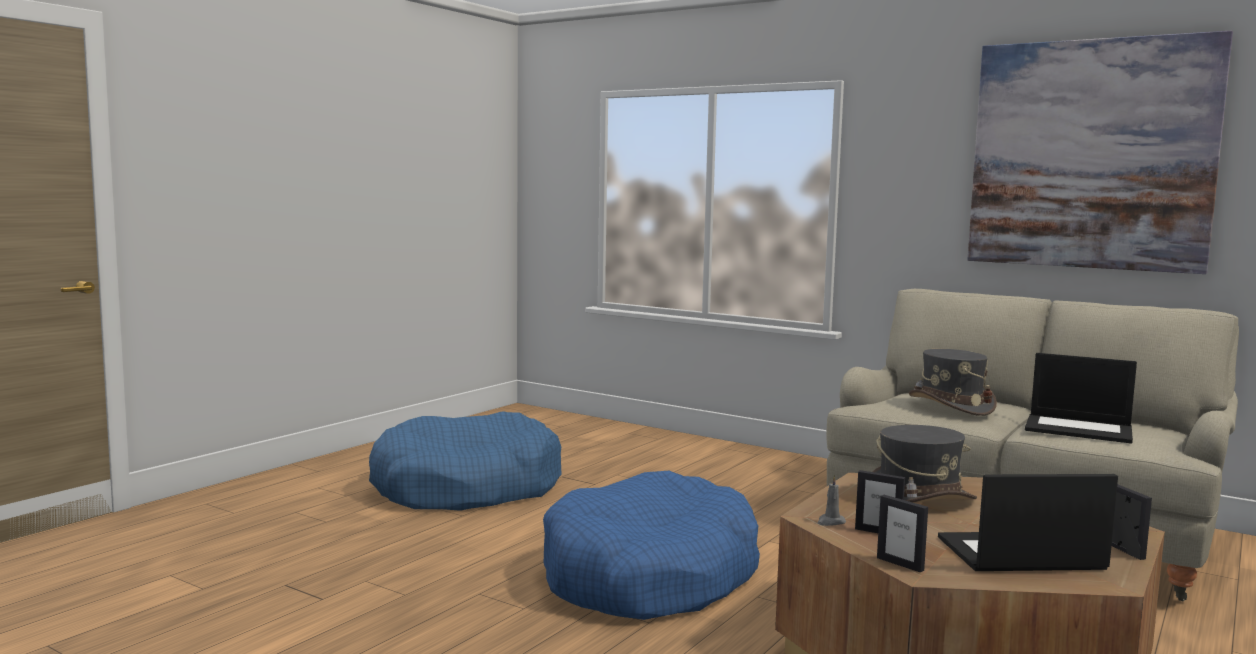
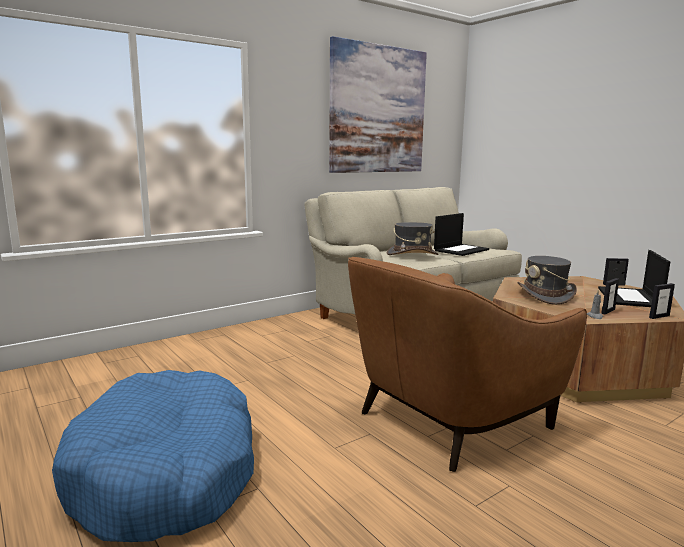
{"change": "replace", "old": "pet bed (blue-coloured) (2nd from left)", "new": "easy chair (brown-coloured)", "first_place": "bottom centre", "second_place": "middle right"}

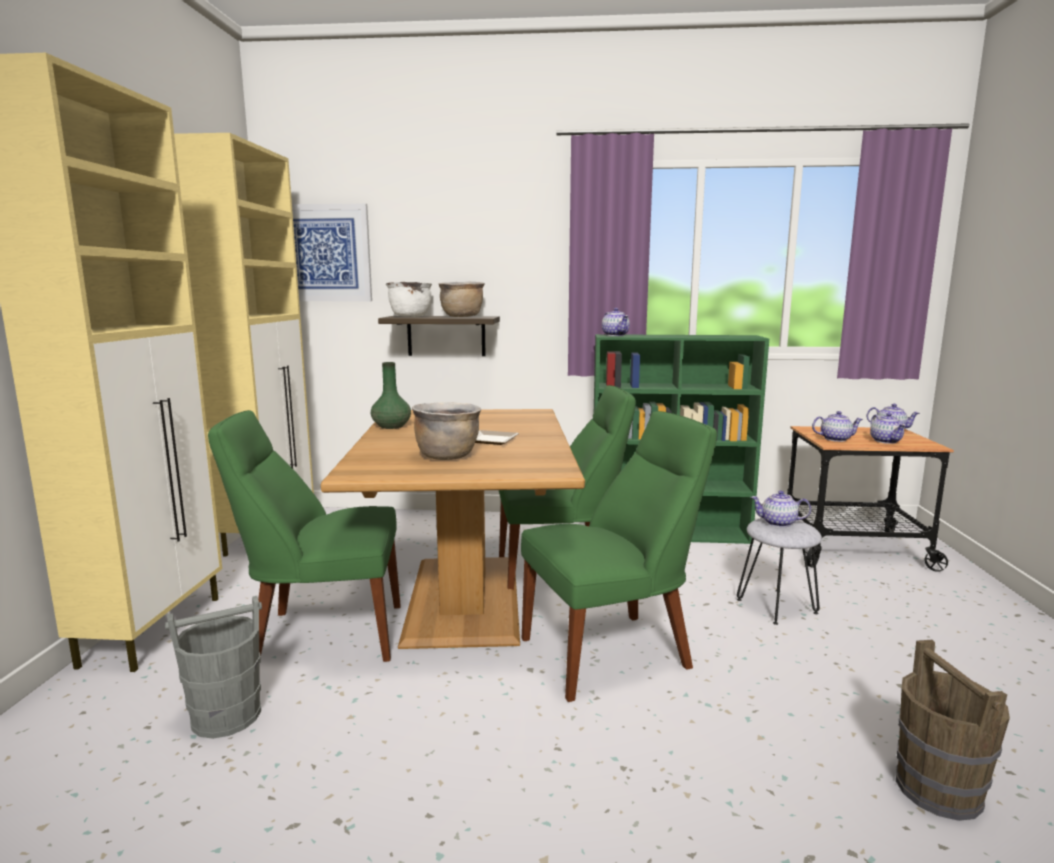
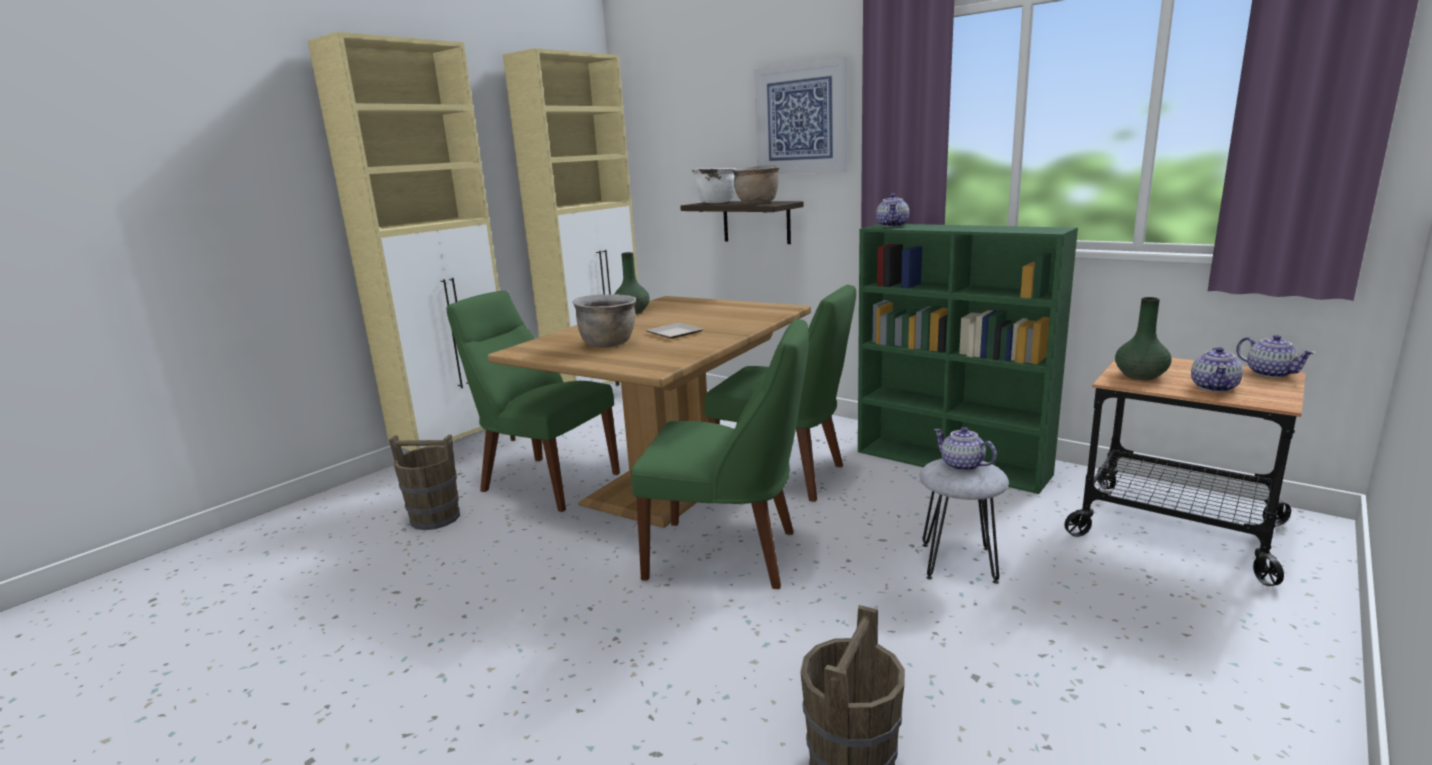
{"change": "move", "old": "picture", "first_place": "top left", "second_place": "top centre"}
{"change": "replace", "old": "tea pot (3rd from left)", "new": "vase (green) (2nd from left)", "first_place": "middle right", "second_place": "middle right"}
{"change": "recolor", "old": "water bucket (gray)", "new": "water bucket (brown-coloured) (1st from left)", "first_place": "bottom left", "second_place": "middle left"}

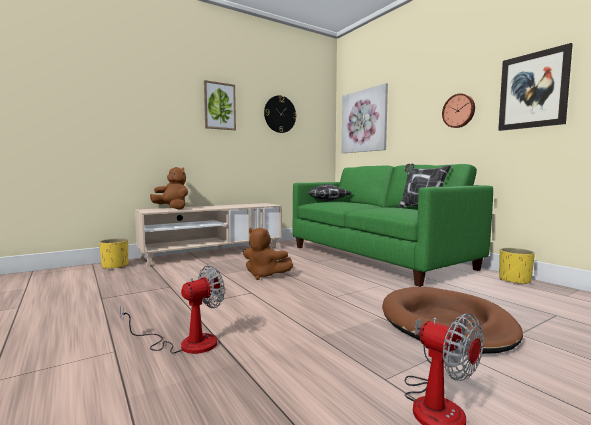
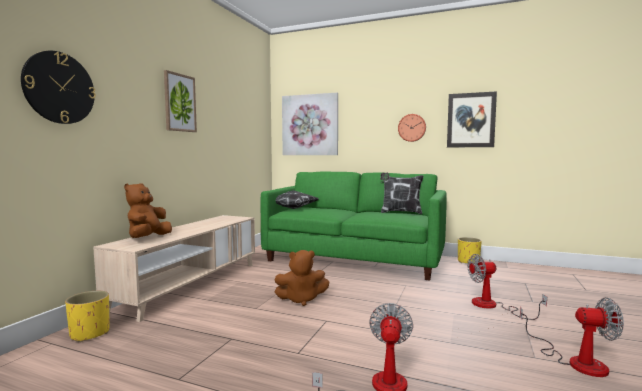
{"change": "move", "old": "clock on the wall (1st from left)", "first_place": "top centre", "second_place": "top left"}
{"change": "rotate", "old": "plush toy (brown-coloured) (1st from left)", "first_place": "middle left", "second_place": "middle left", "degrees": -75}
{"change": "replace", "old": "pet bed (brown-coloured)", "new": "cooling fan (2nd from left)", "first_place": "bottom right", "second_place": "bottom right"}

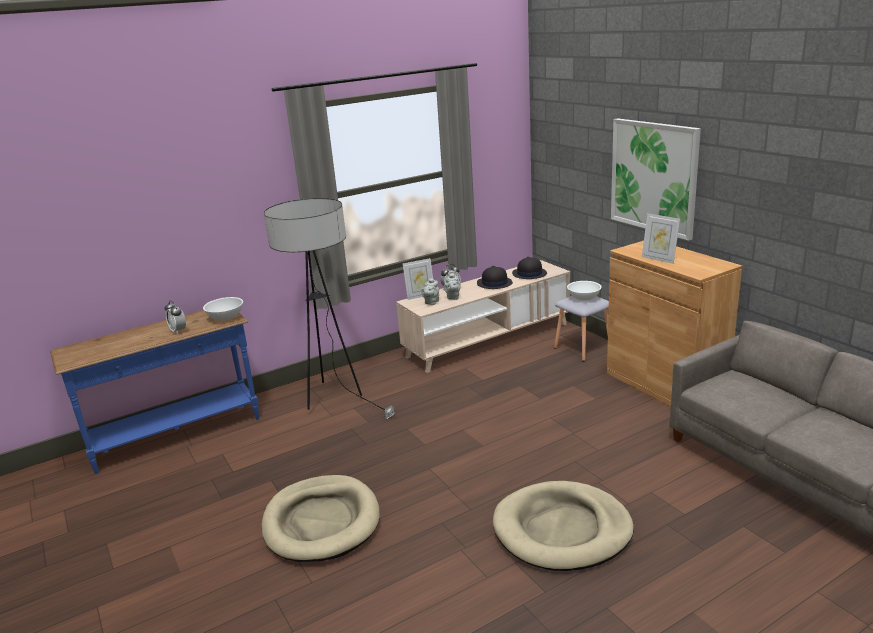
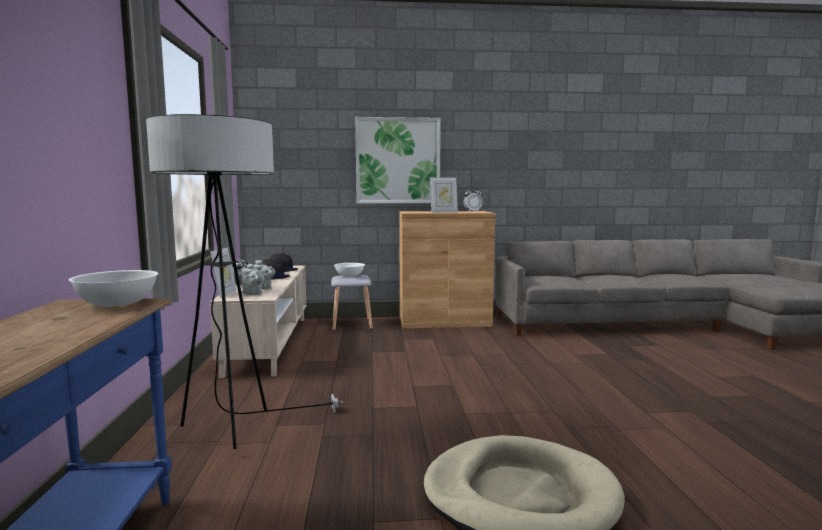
{"change": "move", "old": "alarm clock (1st from left in the first image)", "new": "alarm clock (2nd from left)", "first_place": "middle left", "second_place": "centre"}
{"change": "delete", "old": "pet bed (beige) (2nd from left)", "first_place": "bottom centre"}

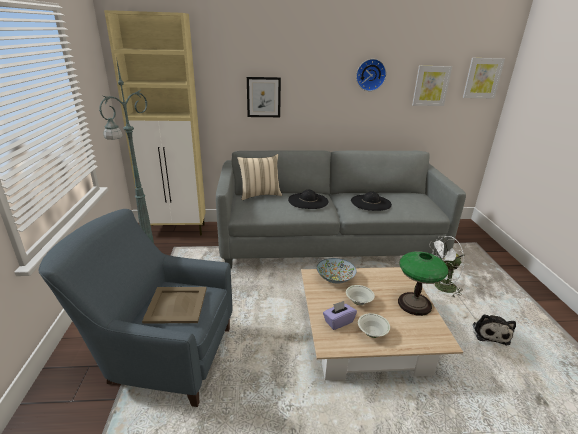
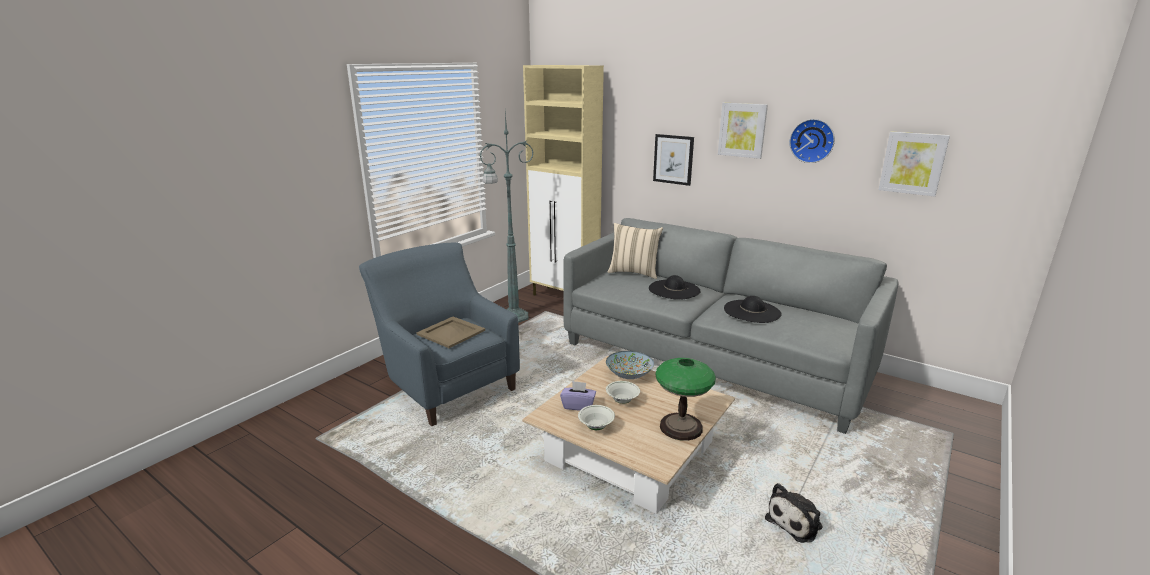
{"change": "move", "old": "picture (3rd from left in the first image)", "new": "picture (2nd from left)", "first_place": "top right", "second_place": "top centre"}
{"change": "delete", "old": "cooling fan (white-coloured)", "first_place": "middle right"}

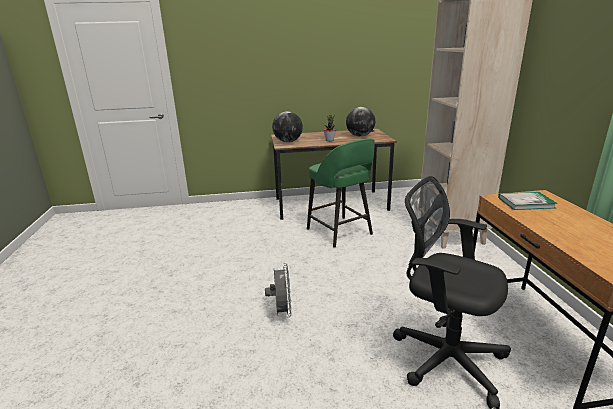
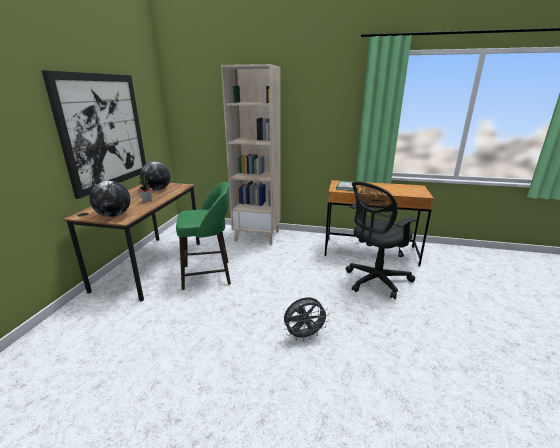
{"change": "rotate", "old": "cooling fan (gray)", "first_place": "bottom centre", "second_place": "bottom centre", "degrees": 150}
{"change": "insert", "new": "picture", "second_place": "top left"}

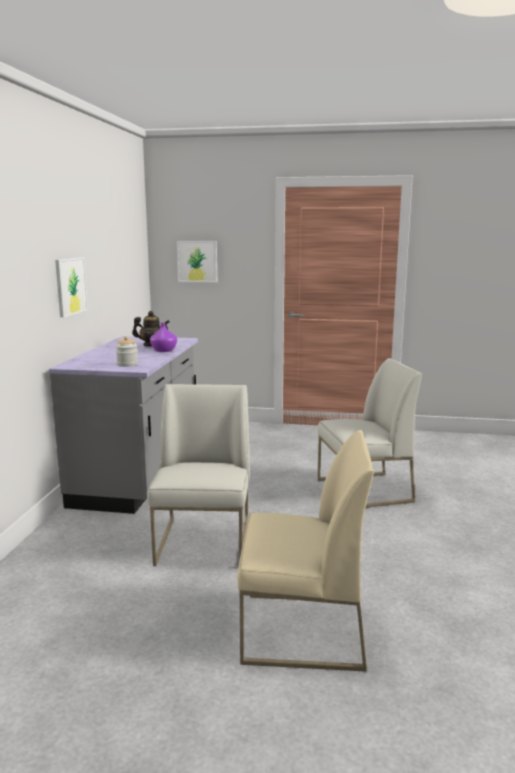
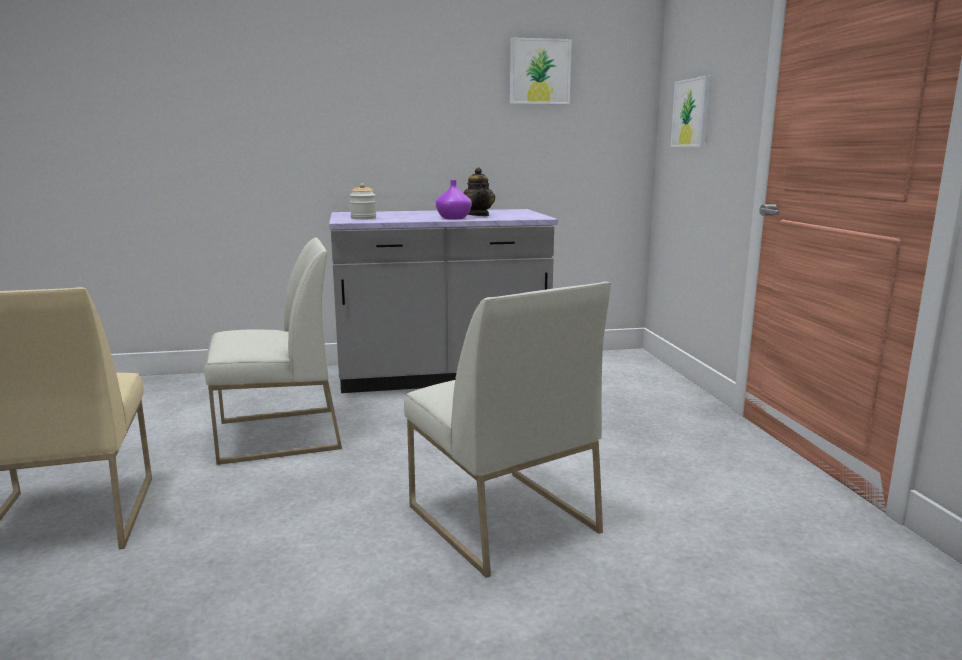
{"change": "move", "old": "picture (1st from left)", "first_place": "middle left", "second_place": "top centre"}

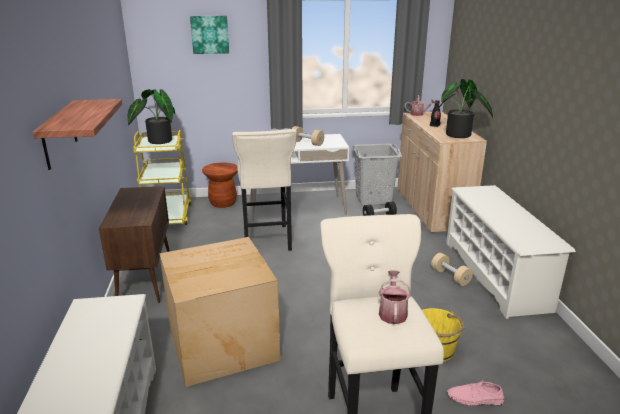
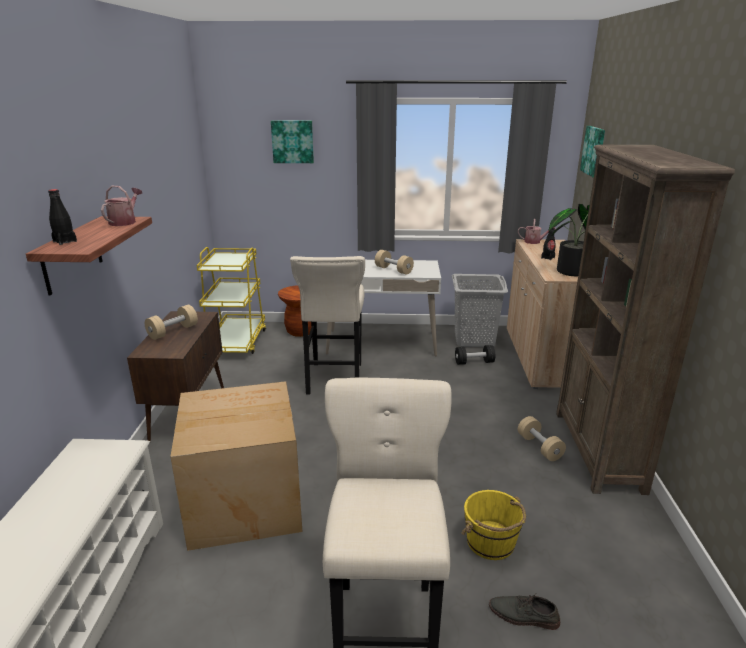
{"change": "delete", "old": "houseplant (1st from left)", "first_place": "top left"}
{"change": "replace", "old": "shoe stand (white-coloured) (2nd from left)", "new": "bookcase (brown-coloured)", "first_place": "middle right", "second_place": "middle right"}
{"change": "move", "old": "watering can (1st from left)", "first_place": "bottom centre", "second_place": "top left"}
{"change": "recolor", "old": "item of footwear (pinkish)", "new": "item of footwear (gray)", "first_place": "bottom right", "second_place": "bottom right"}
{"change": "insert", "new": "picture (2nd from left)", "second_place": "top right"}
{"change": "insert", "new": "drink bottle (black) (1st from left)", "second_place": "middle left"}
{"change": "insert", "new": "dumbbell (beige) (1st from left)", "second_place": "middle left"}

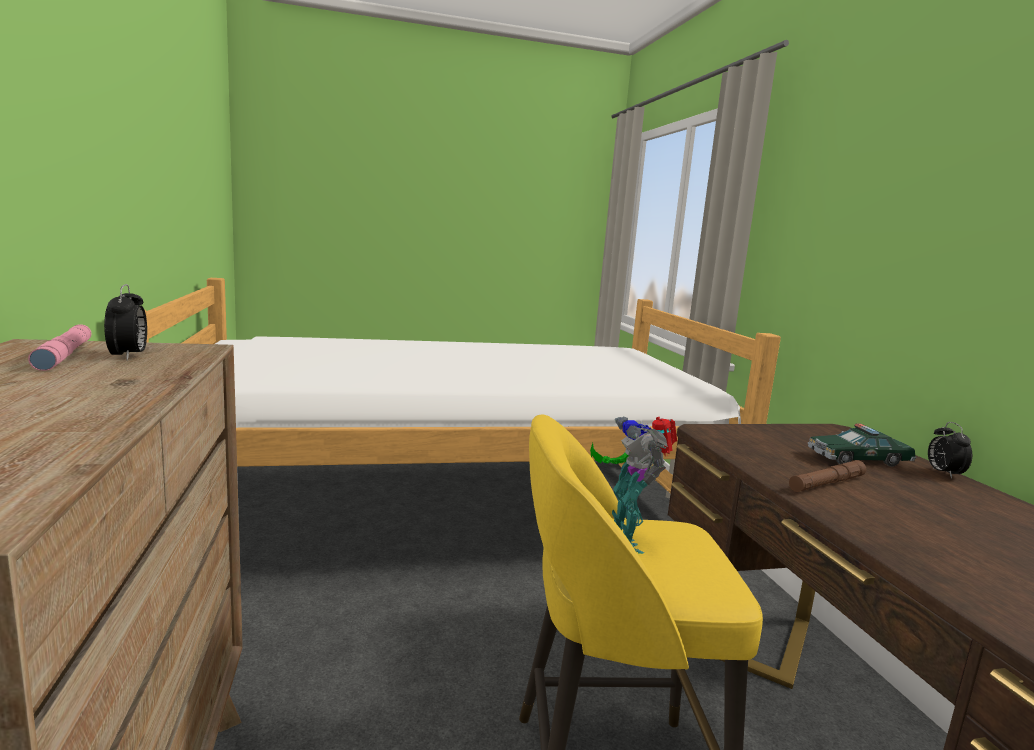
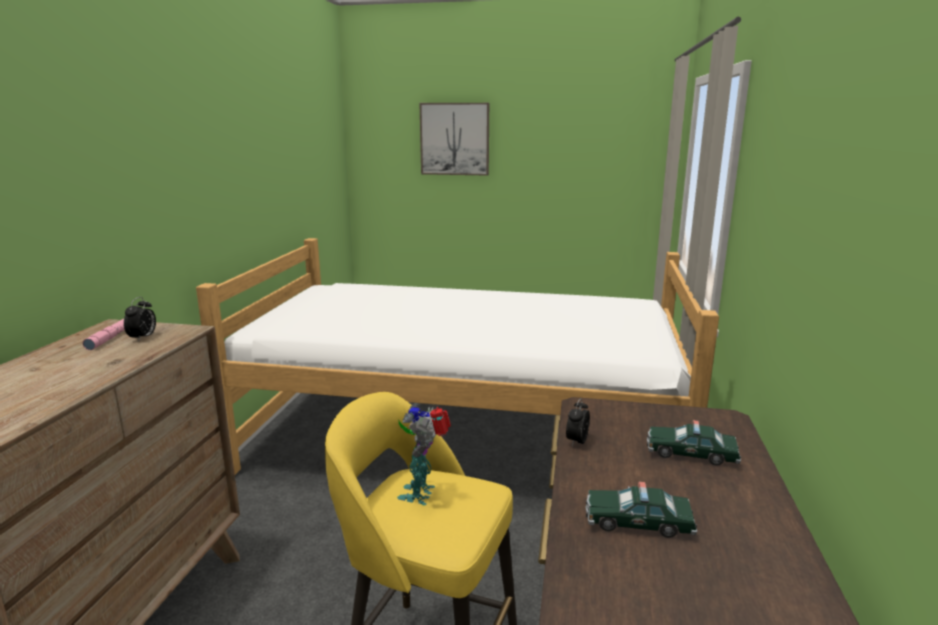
{"change": "move", "old": "alarm clock (2nd from left)", "first_place": "middle right", "second_place": "bottom centre"}
{"change": "delete", "old": "flashlight (brown-coloured)", "first_place": "middle right"}
{"change": "insert", "new": "picture", "second_place": "top centre"}
{"change": "insert", "new": "toy car (1st from left)", "second_place": "bottom right"}

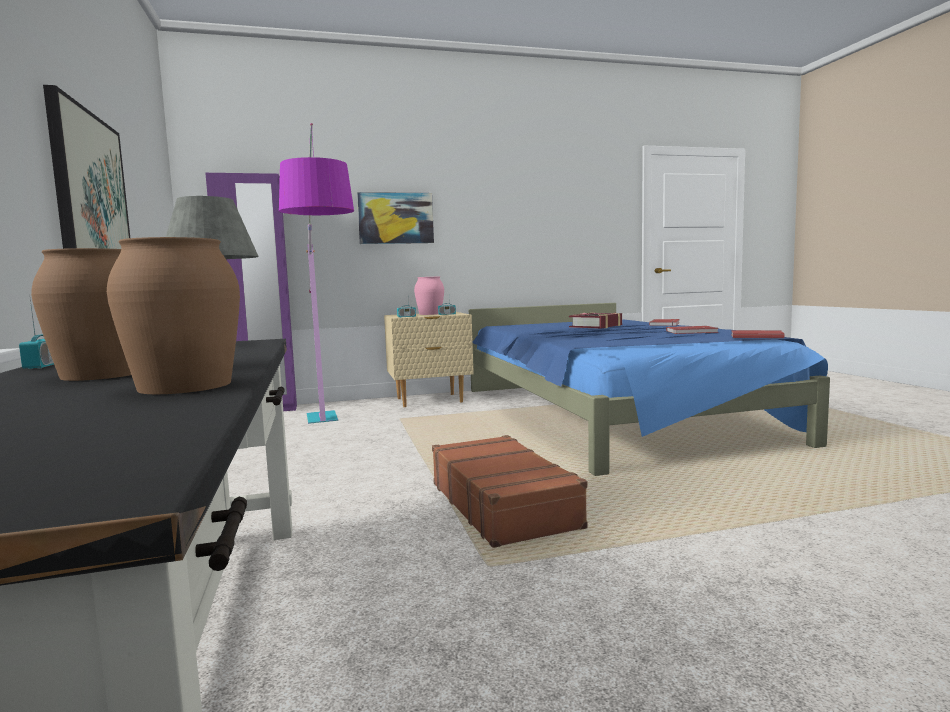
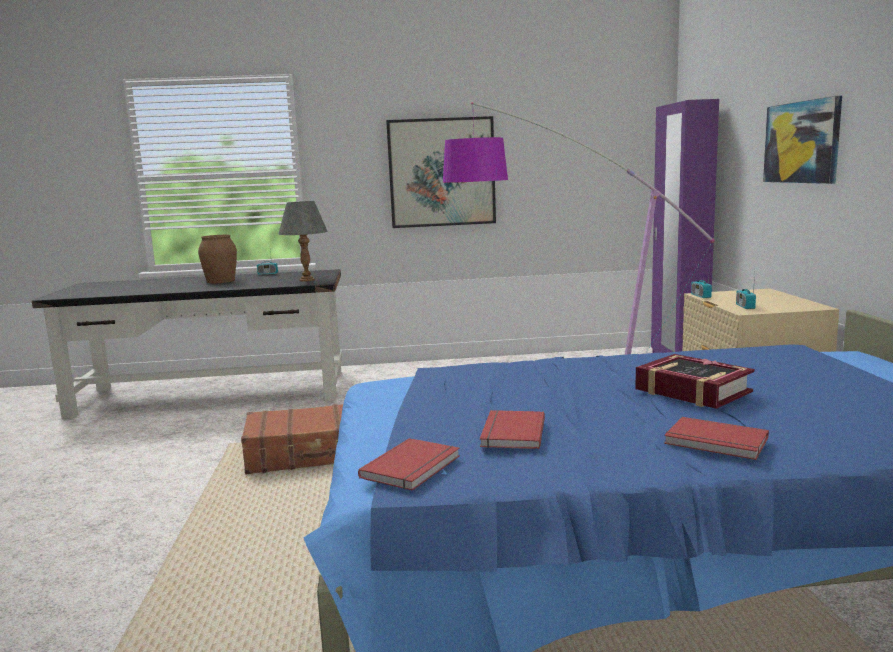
{"change": "delete", "old": "vase (brown-coloured) (2nd from left)", "first_place": "middle left"}
{"change": "delete", "old": "vase (pinkish)", "first_place": "centre"}

